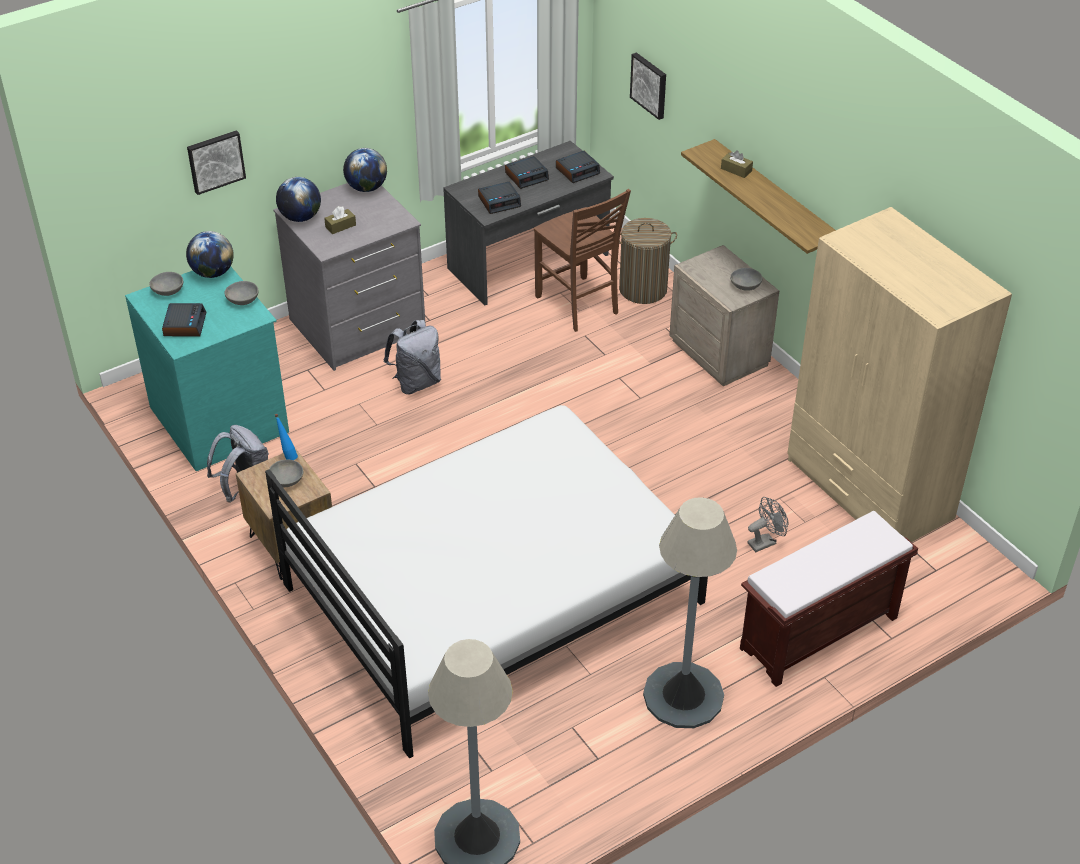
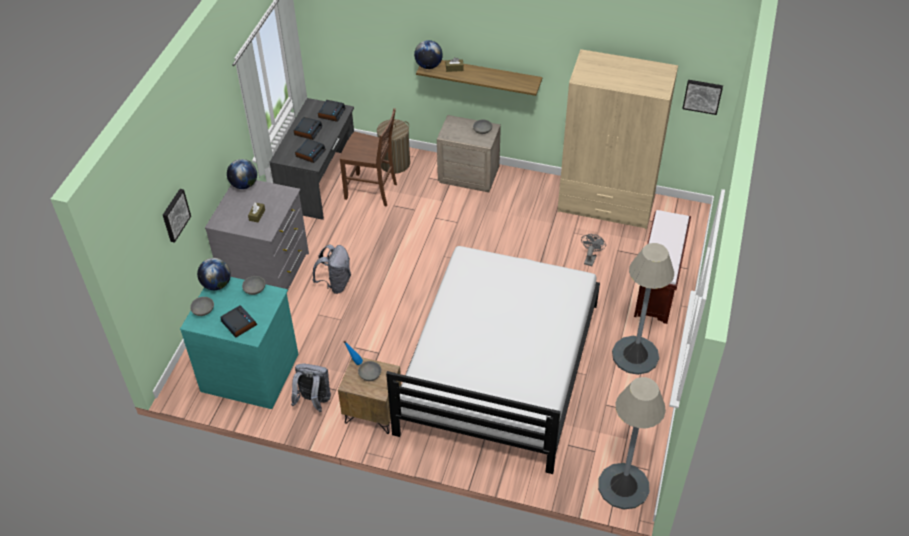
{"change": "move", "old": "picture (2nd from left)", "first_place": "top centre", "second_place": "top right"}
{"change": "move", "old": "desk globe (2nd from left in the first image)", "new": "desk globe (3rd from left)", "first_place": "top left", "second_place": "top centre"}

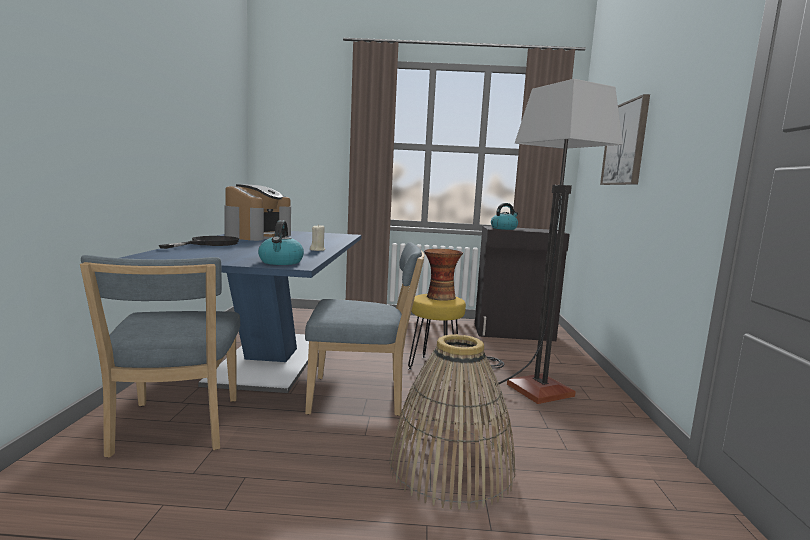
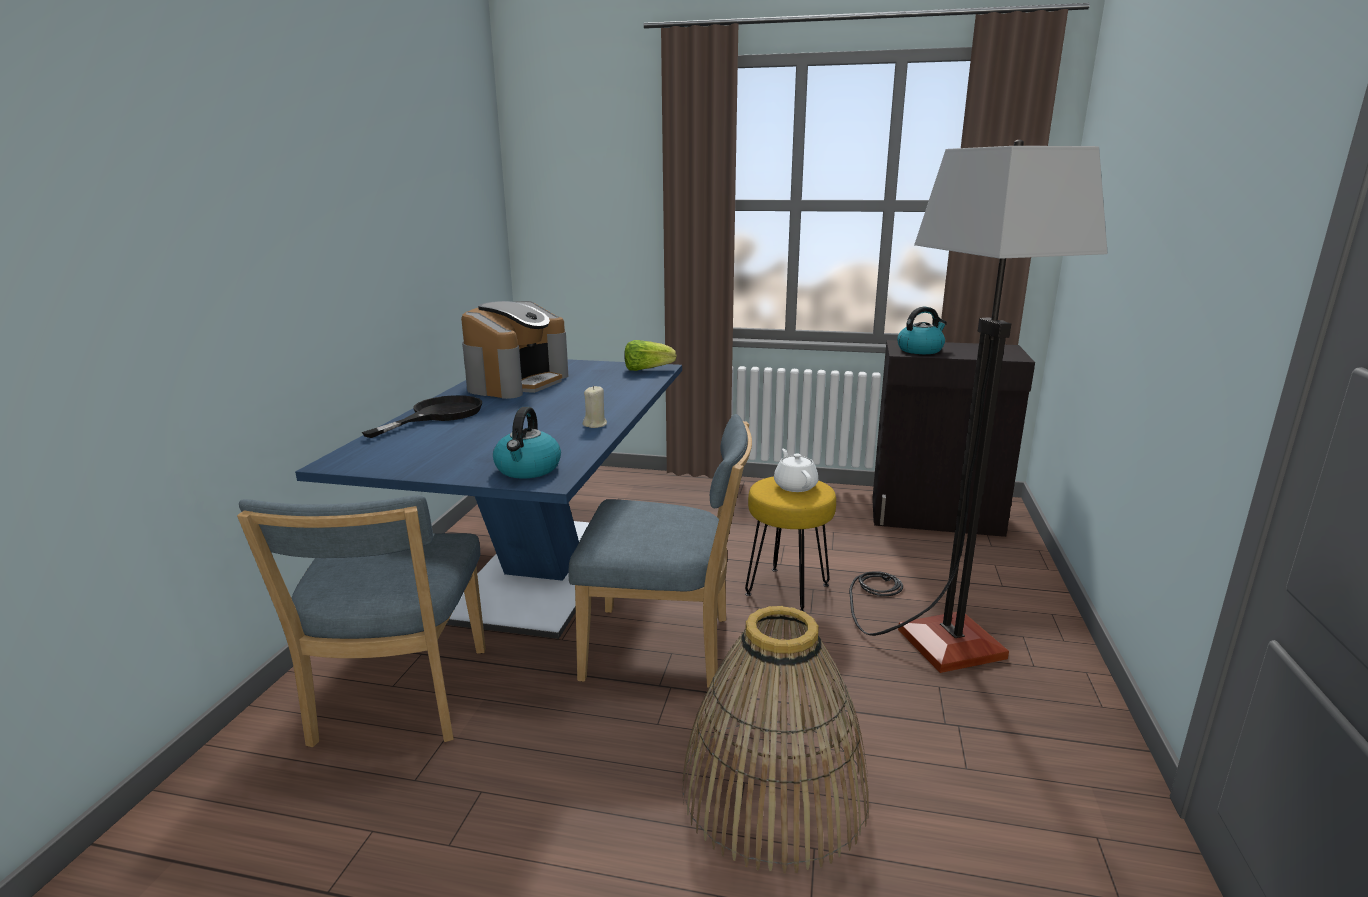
{"change": "delete", "old": "picture", "first_place": "top right"}
{"change": "replace", "old": "vase", "new": "tea pot (white-coloured)", "first_place": "centre", "second_place": "centre"}
{"change": "insert", "new": "lettuce head", "second_place": "centre"}

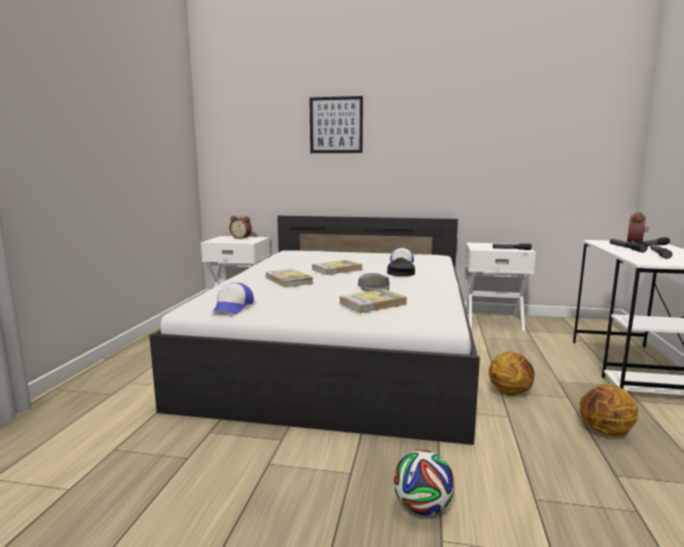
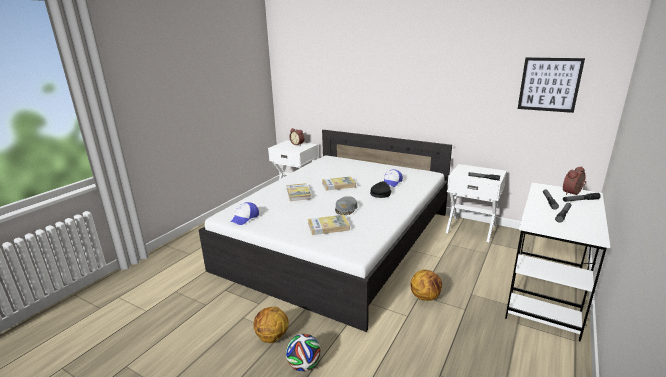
{"change": "move", "old": "picture", "first_place": "top centre", "second_place": "top right"}
{"change": "move", "old": "ball for basketball (2nd from left in the first image)", "new": "ball for basketball (1st from left)", "first_place": "bottom right", "second_place": "bottom centre"}

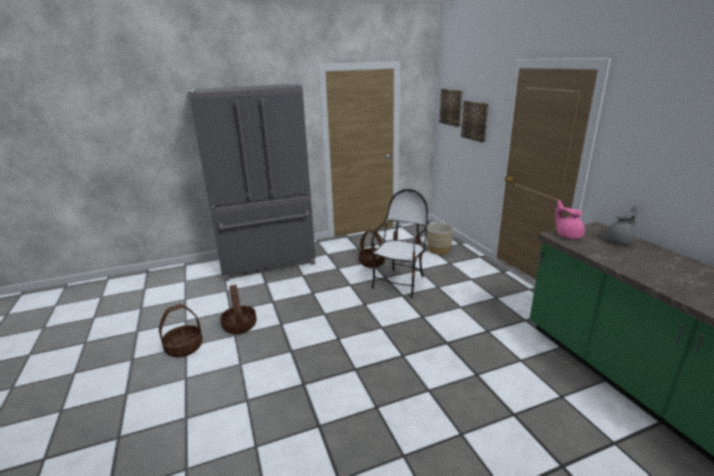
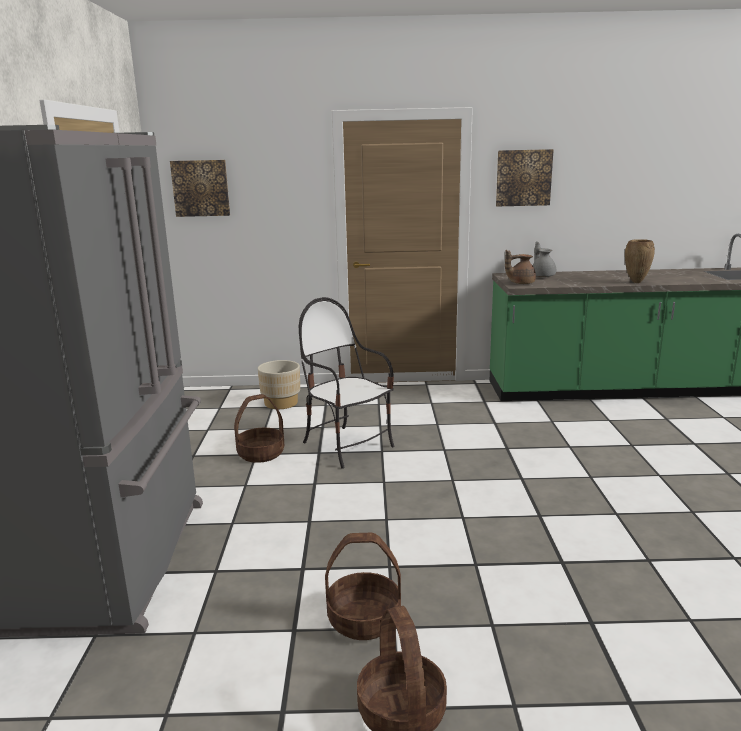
{"change": "move", "old": "picture (2nd from left)", "first_place": "top centre", "second_place": "top right"}
{"change": "recolor", "old": "tea pot (pinkish)", "new": "tea pot (brown-coloured)", "first_place": "middle right", "second_place": "middle right"}
{"change": "insert", "new": "vase (brown-coloured)", "second_place": "middle right"}

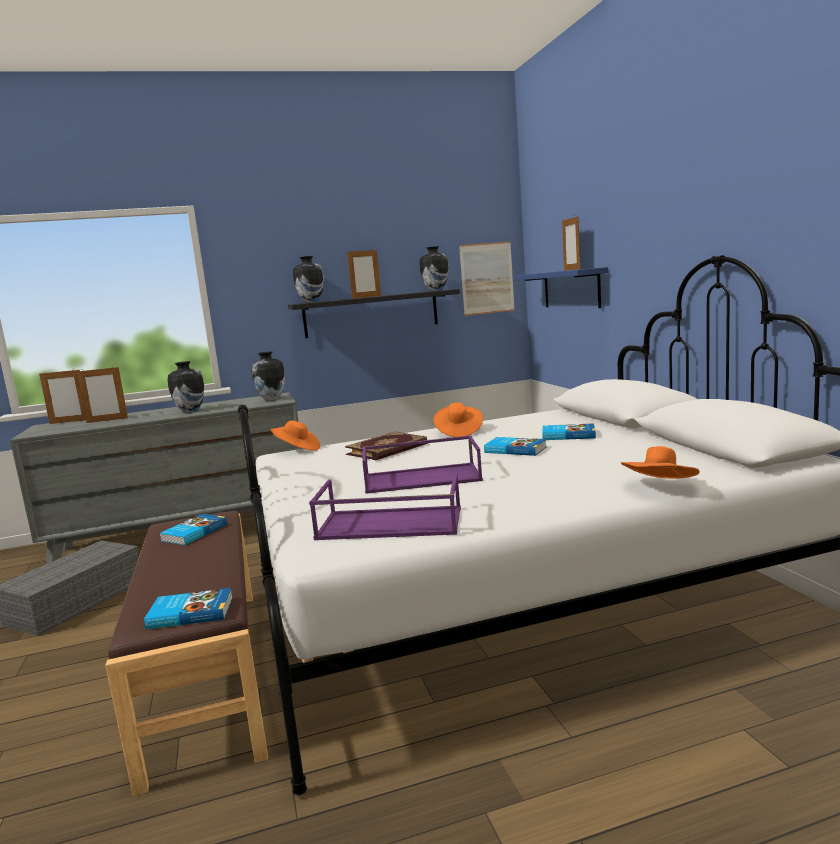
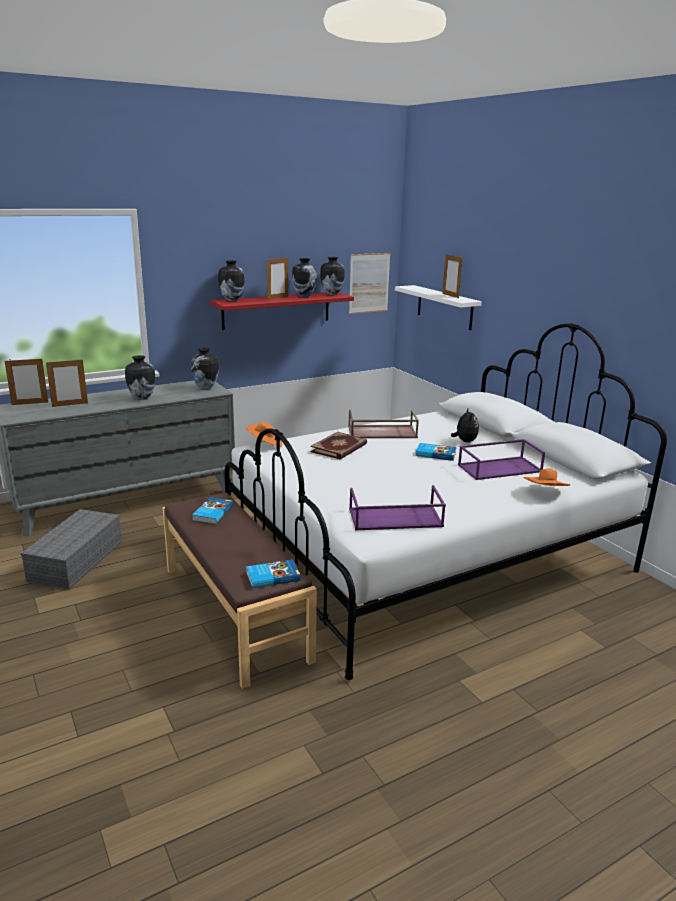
{"change": "recolor", "old": "shelf (blue-coloured)", "new": "shelf (white-coloured)", "first_place": "middle right", "second_place": "centre"}
{"change": "recolor", "old": "shelf (black)", "new": "shelf (red-coloured)", "first_place": "centre", "second_place": "centre"}
{"change": "replace", "old": "wearable hat (orangey) (2nd from left)", "new": "tray (brown-coloured)", "first_place": "centre", "second_place": "centre"}
{"change": "replace", "old": "book (5th from left)", "new": "plush toy", "first_place": "middle right", "second_place": "middle right"}
{"change": "move", "old": "tray (purple) (2nd from left)", "first_place": "centre", "second_place": "middle right"}
{"change": "insert", "new": "vase (4th from left)", "second_place": "top centre"}

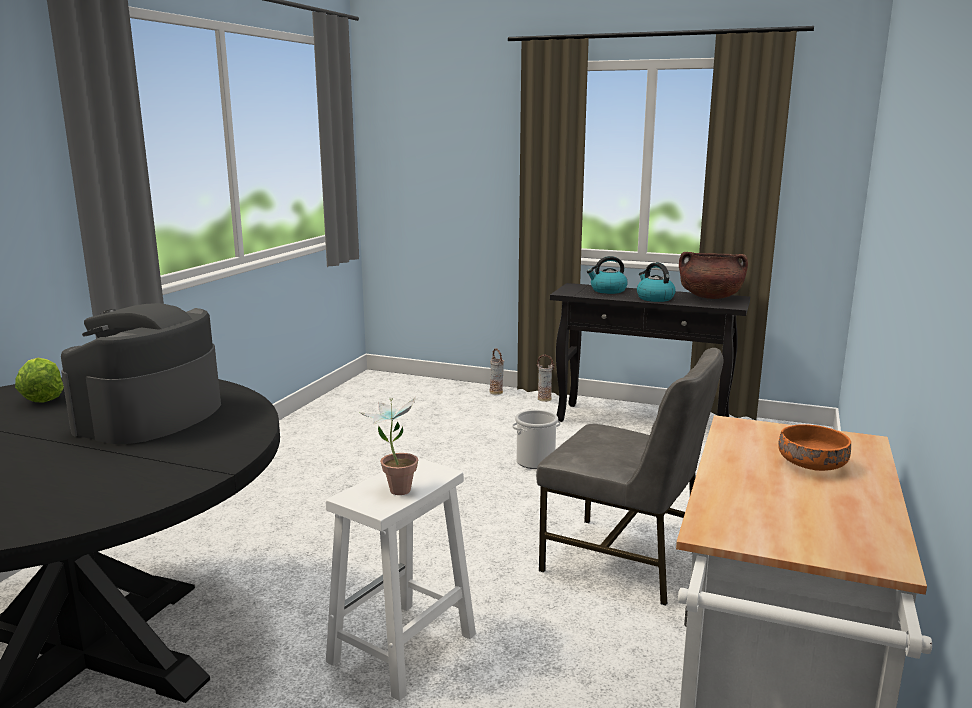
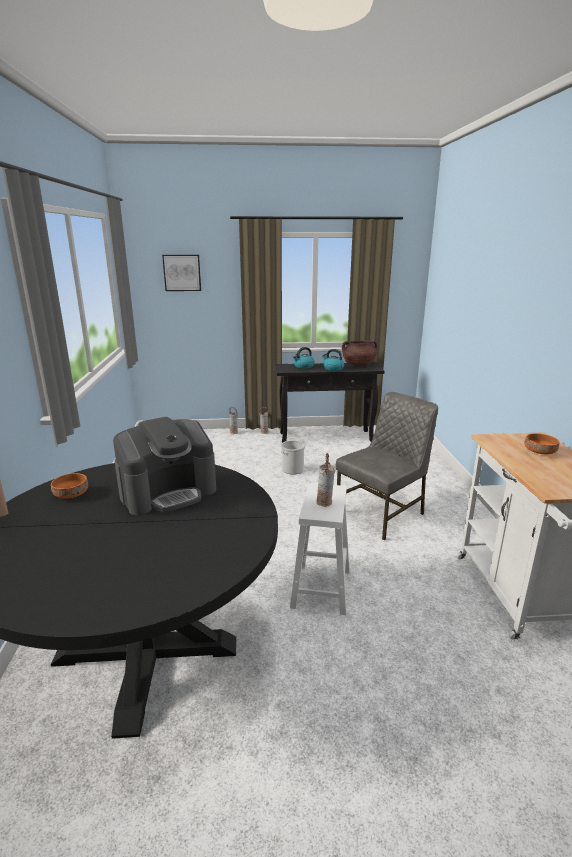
{"change": "rotate", "old": "coffee maker", "first_place": "middle left", "second_place": "middle left", "degrees": -120}
{"change": "rotate", "old": "plain chair (gray)", "first_place": "bottom centre", "second_place": "middle right", "degrees": -45}
{"change": "replace", "old": "lettuce head", "new": "deep dish (orangey) (1st from left)", "first_place": "middle left", "second_place": "middle left"}
{"change": "replace", "old": "houseplant", "new": "vase (3rd from left)", "first_place": "centre", "second_place": "centre"}
{"change": "insert", "new": "picture", "second_place": "top left"}

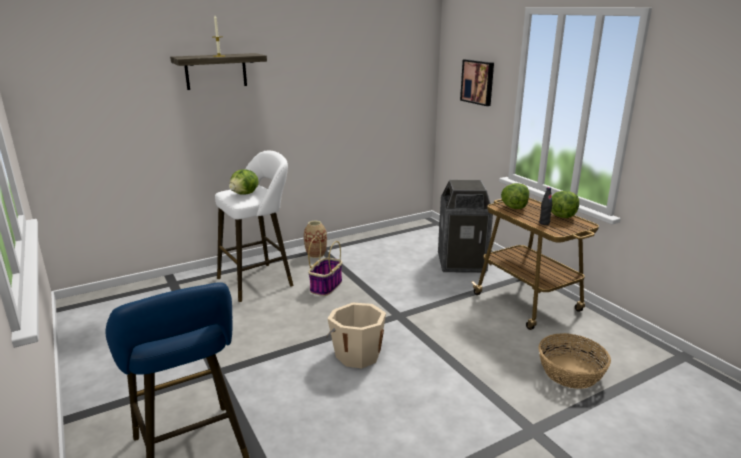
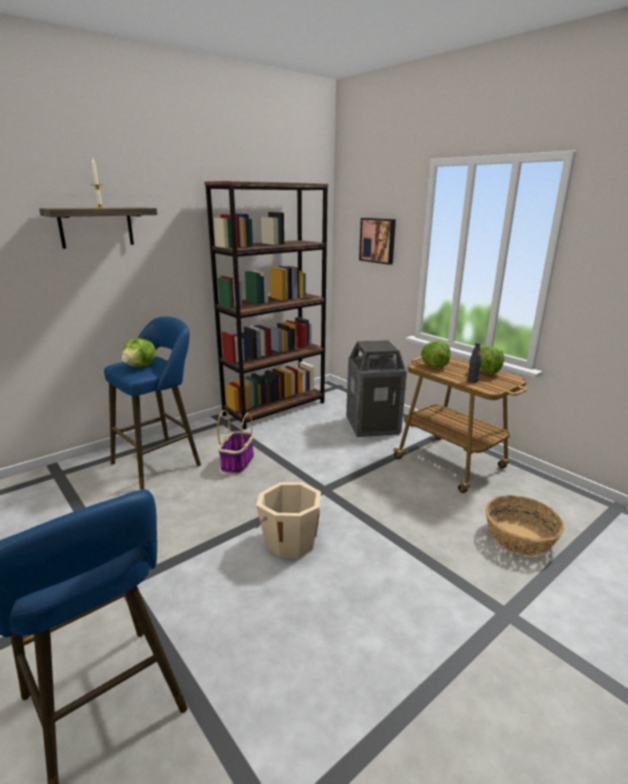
{"change": "recolor", "old": "stool seat (white-coloured)", "new": "stool seat (blue-coloured) (2nd from left)", "first_place": "centre", "second_place": "middle left"}
{"change": "delete", "old": "vase", "first_place": "centre"}
{"change": "insert", "new": "bookcase (brown-coloured)", "second_place": "centre"}

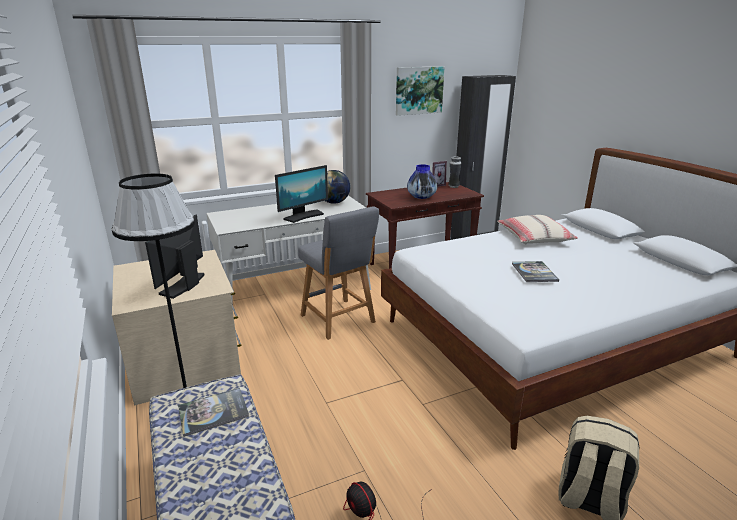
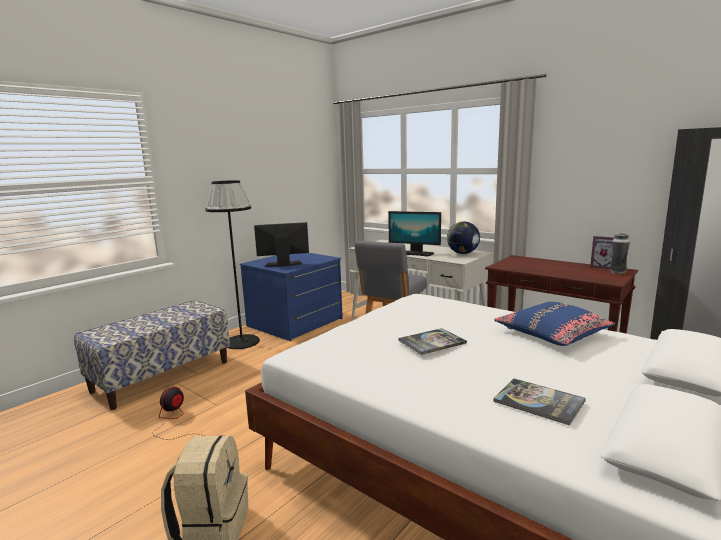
{"change": "delete", "old": "picture", "first_place": "top centre"}
{"change": "delete", "old": "vase (1st from left)", "first_place": "centre"}
{"change": "recolor", "old": "cushion (beige)", "new": "cushion (blue-coloured)", "first_place": "middle right", "second_place": "middle right"}
{"change": "recolor", "old": "chest of drawers (beige)", "new": "chest of drawers (blue-coloured)", "first_place": "middle left", "second_place": "centre"}
{"change": "move", "old": "book (1st from left in the first image)", "new": "book (2nd from left)", "first_place": "bottom left", "second_place": "bottom right"}

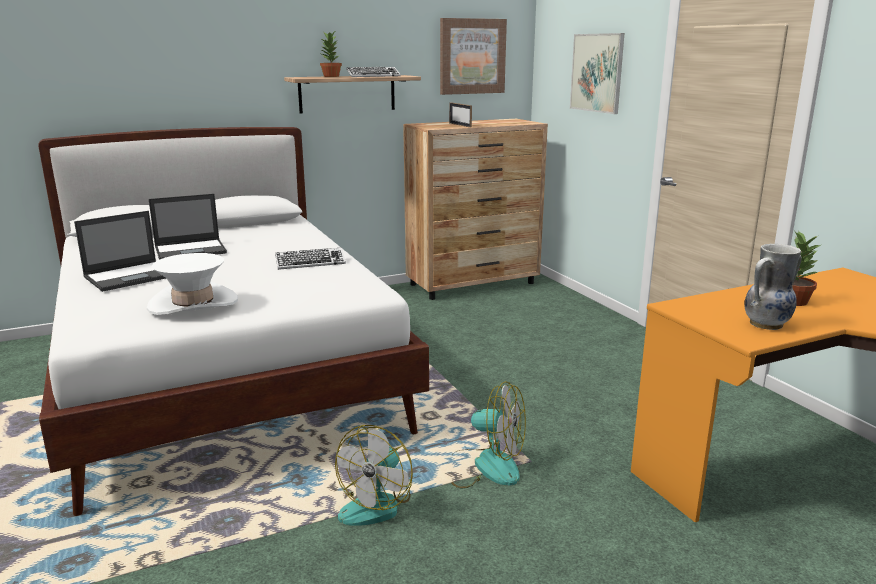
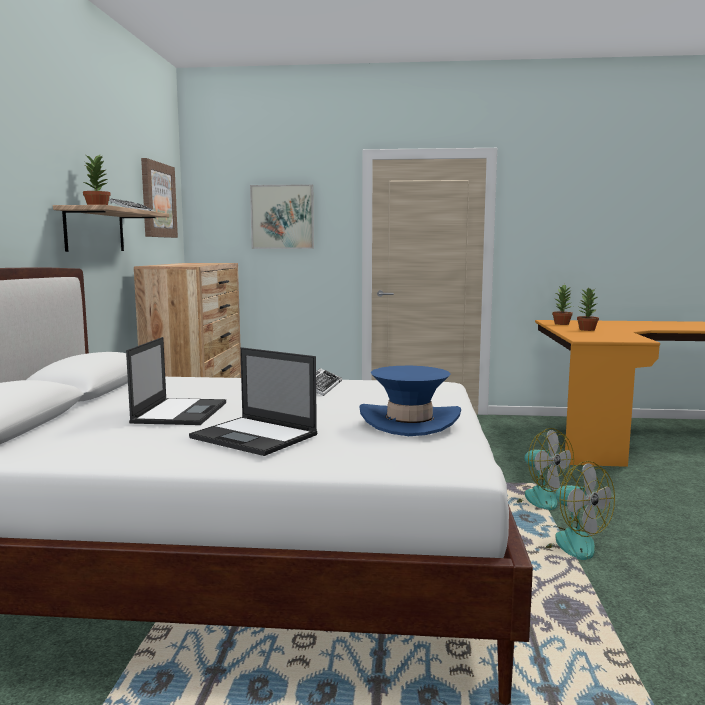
{"change": "delete", "old": "standing frame", "first_place": "top centre"}
{"change": "rotate", "old": "notebook computer (1st from left in the first image)", "first_place": "middle left", "second_place": "centre", "degrees": 135}
{"change": "delete", "old": "vase", "first_place": "middle right"}
{"change": "recolor", "old": "wearable hat (white-coloured)", "new": "wearable hat (blue-coloured)", "first_place": "middle left", "second_place": "centre"}
{"change": "rotate", "old": "cooling fan (2nd from left in the first image)", "first_place": "bottom centre", "second_place": "middle right", "degrees": 90}
{"change": "insert", "new": "houseplant (2nd from left)", "second_place": "middle right"}

